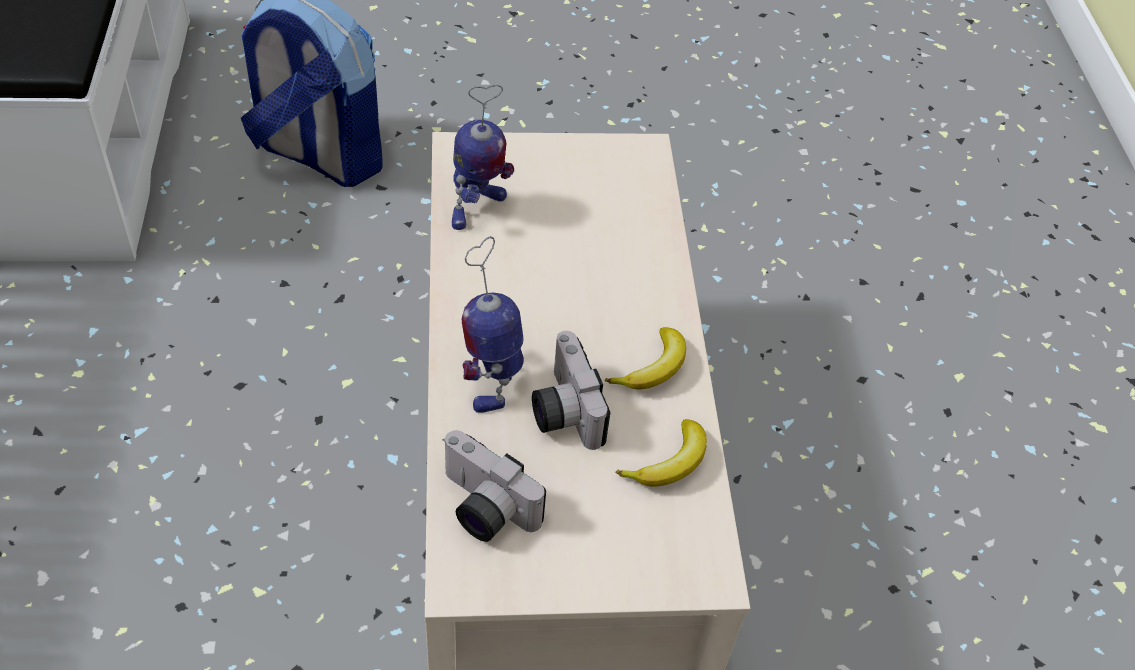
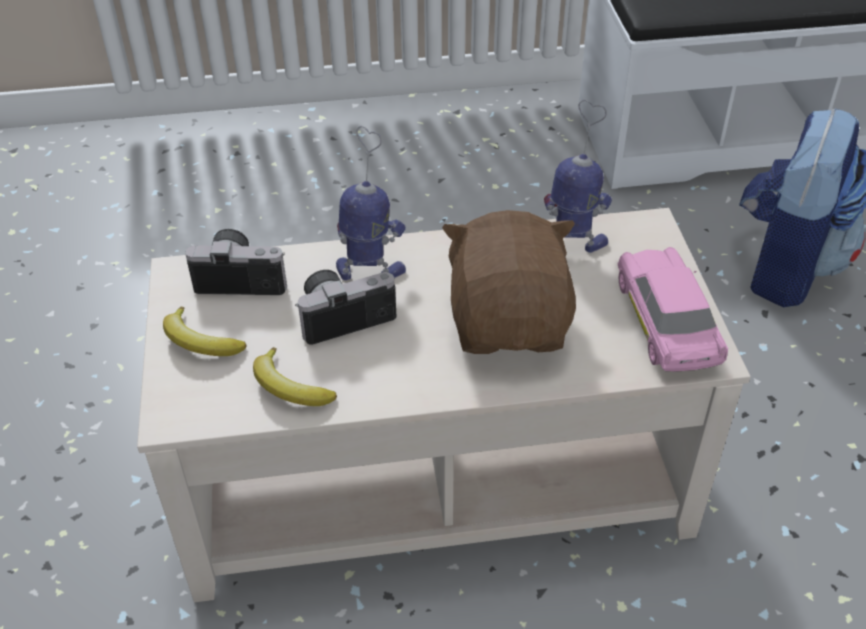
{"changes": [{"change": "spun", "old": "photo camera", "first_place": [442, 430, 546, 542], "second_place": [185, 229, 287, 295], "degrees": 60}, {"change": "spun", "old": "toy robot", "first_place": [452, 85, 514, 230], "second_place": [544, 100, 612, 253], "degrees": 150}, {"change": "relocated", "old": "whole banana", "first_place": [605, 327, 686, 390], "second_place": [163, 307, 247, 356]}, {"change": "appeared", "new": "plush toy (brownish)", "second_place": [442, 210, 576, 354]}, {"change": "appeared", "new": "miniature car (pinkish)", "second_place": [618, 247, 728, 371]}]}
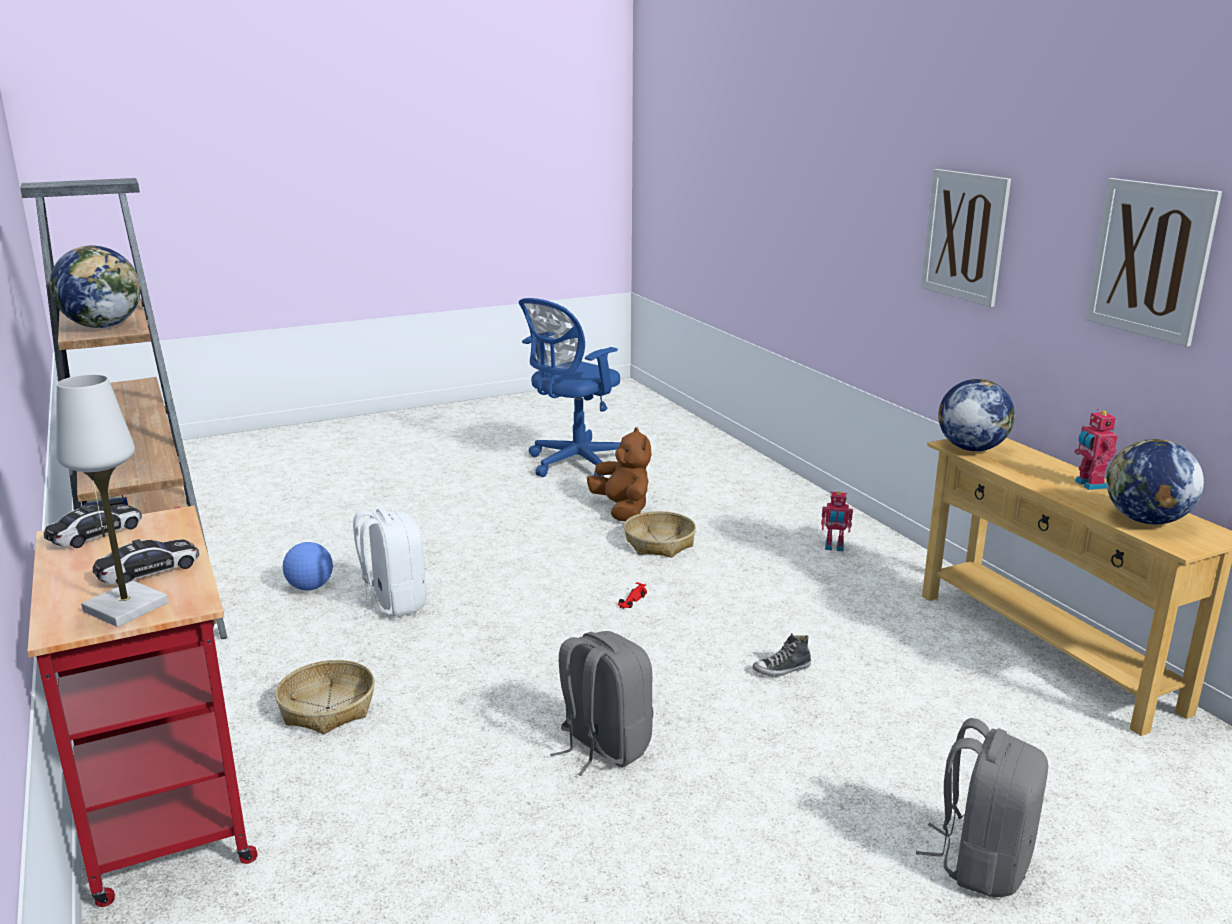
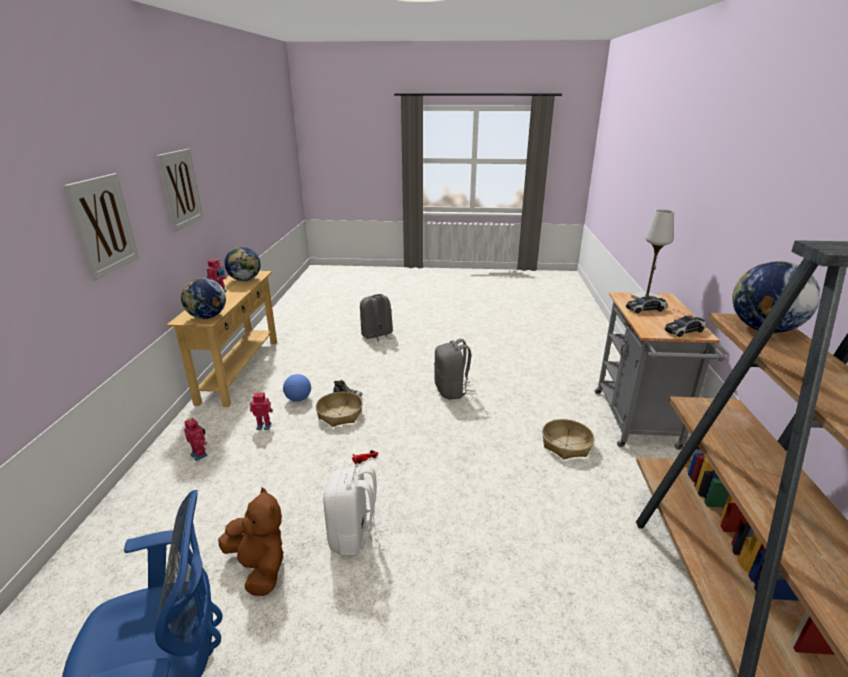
{"changes": [{"change": "colour", "old": "cart (red-coloured)", "new": "cart (grey)", "first_place": [27, 505, 258, 907], "second_place": [595, 292, 726, 450]}, {"change": "relocated", "old": "ball for football", "first_place": [282, 542, 333, 591], "second_place": [283, 374, 311, 402]}, {"change": "relocated", "old": "backpack (white-coloured)", "first_place": [349, 509, 426, 618], "second_place": [323, 466, 388, 556]}, {"change": "spun", "old": "plush toy (brownish)", "first_place": [587, 427, 651, 522], "second_place": [218, 487, 284, 596], "degrees": 135}, {"change": "relocated", "old": "storage basket", "first_place": [624, 511, 696, 558], "second_place": [316, 392, 363, 427]}, {"change": "appeared", "new": "toy robot", "second_place": [250, 392, 273, 430]}]}
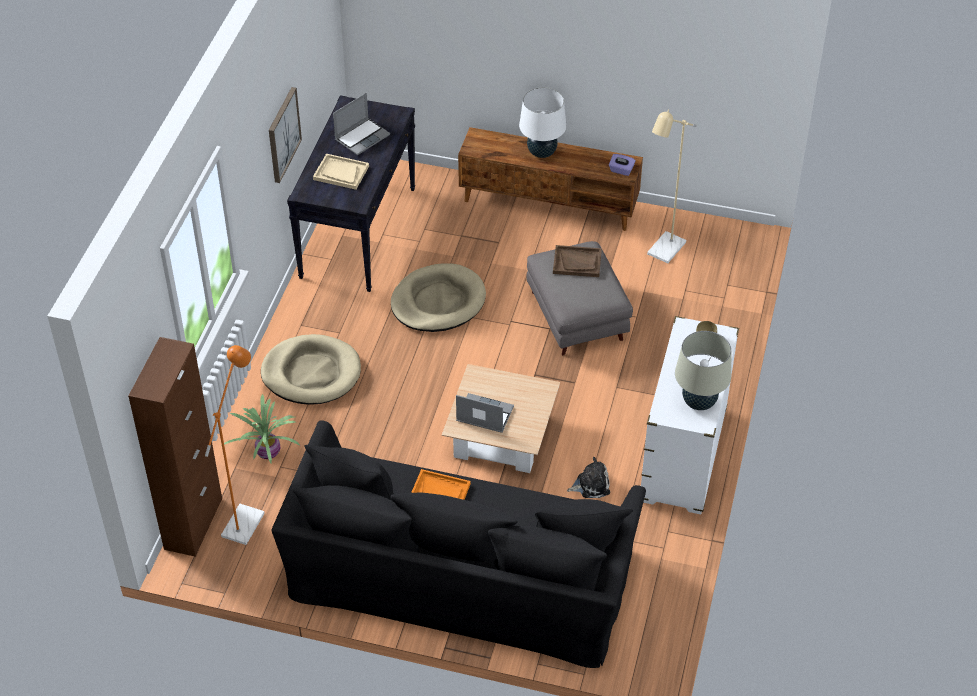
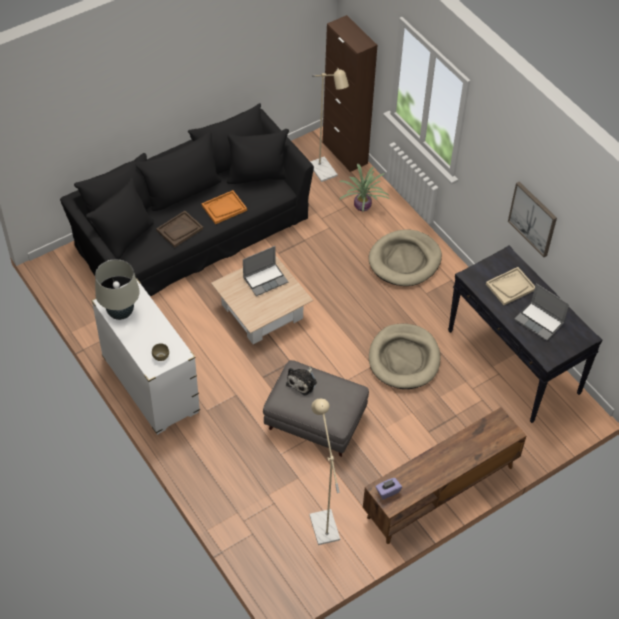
{"changes": [{"change": "colour", "old": "floor lamp (orangey)", "new": "floor lamp (sand-coloured)", "first_place": [205, 345, 265, 545], "second_place": [310, 68, 349, 182]}, {"change": "spun", "old": "laptop", "first_place": [333, 93, 390, 155], "second_place": [514, 283, 569, 341], "degrees": -45}, {"change": "missing", "old": "table lamp (white-coloured)", "first_place": [519, 88, 566, 158]}, {"change": "relocated", "old": "carrying tray (brownish)", "first_place": [553, 245, 602, 277], "second_place": [156, 211, 203, 247]}, {"change": "relocated", "old": "plush toy", "first_place": [567, 457, 610, 498], "second_place": [286, 367, 317, 395]}]}
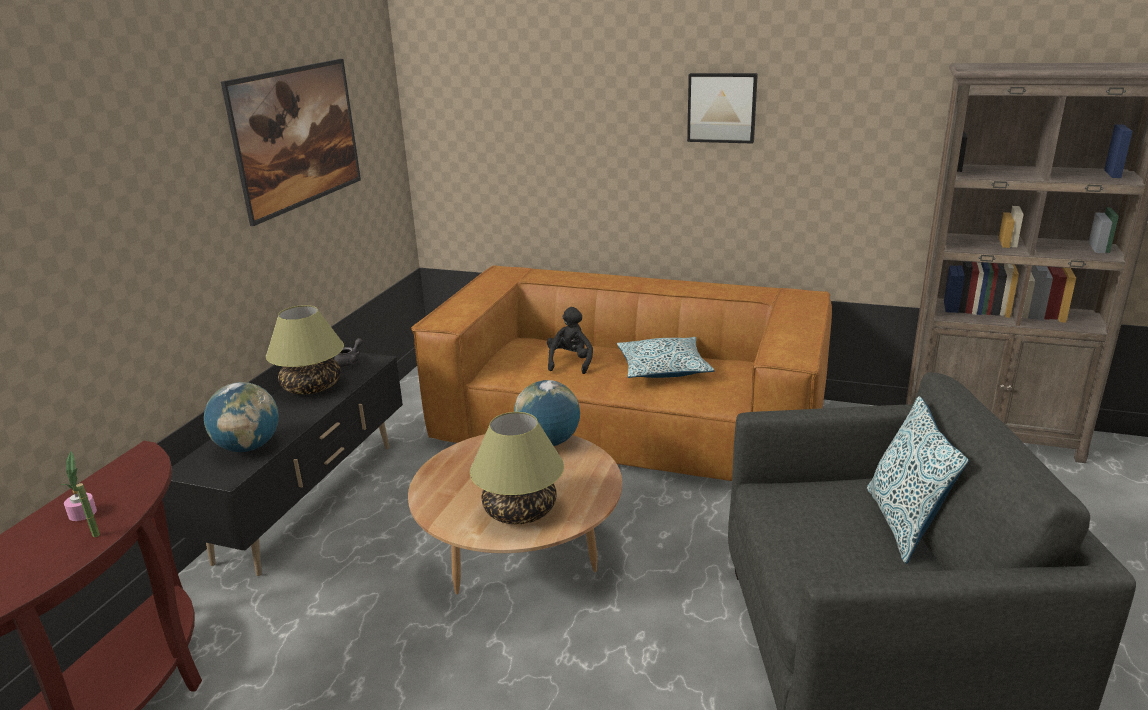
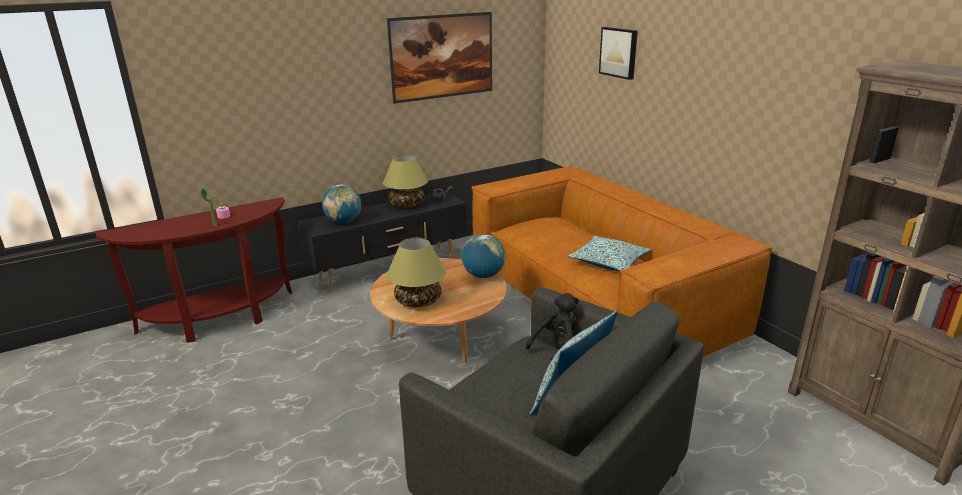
{"changes": [{"change": "relocated", "old": "plush toy (blackish)", "first_place": [547, 307, 593, 374], "second_place": [526, 293, 579, 362]}, {"change": "relocated", "old": "wall art", "first_place": [687, 73, 758, 144], "second_place": [599, 27, 638, 80]}]}
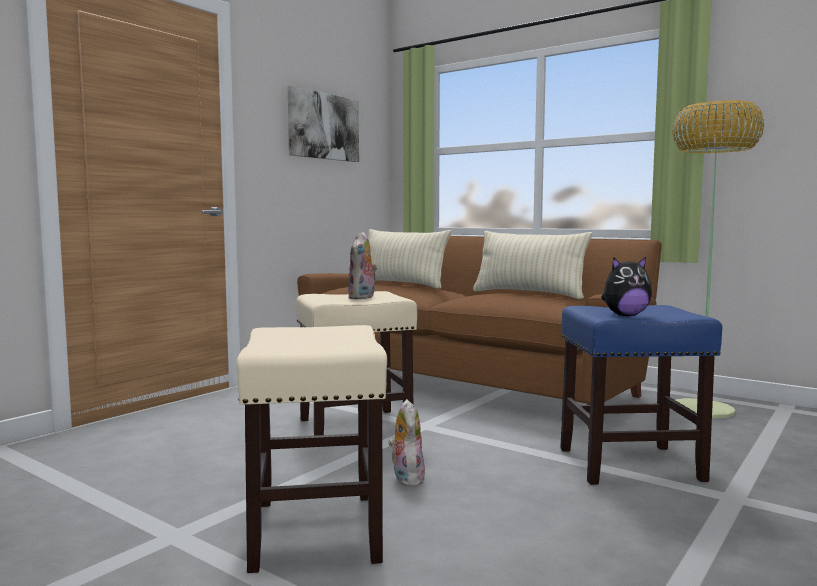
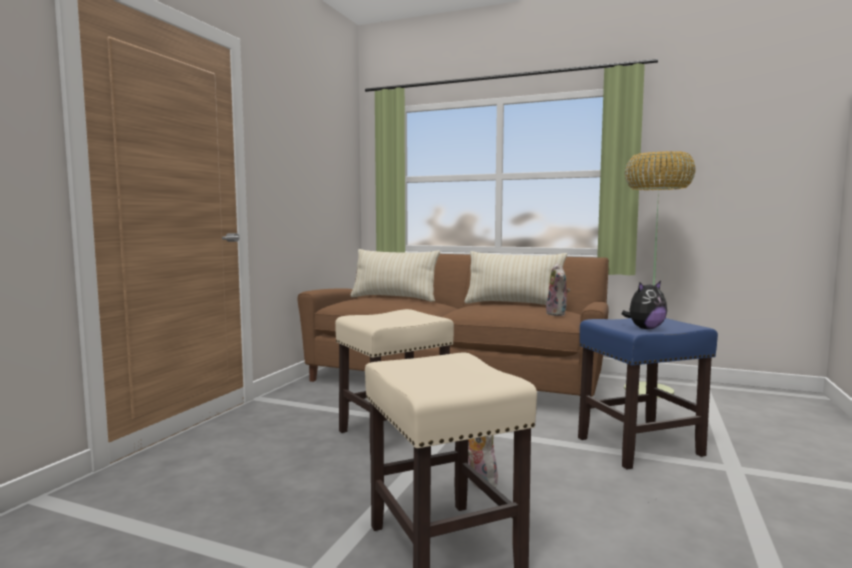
{"changes": [{"change": "missing", "old": "wall art", "first_place": [288, 86, 359, 162]}, {"change": "relocated", "old": "plush toy", "first_place": [348, 232, 377, 300], "second_place": [546, 263, 570, 316]}]}
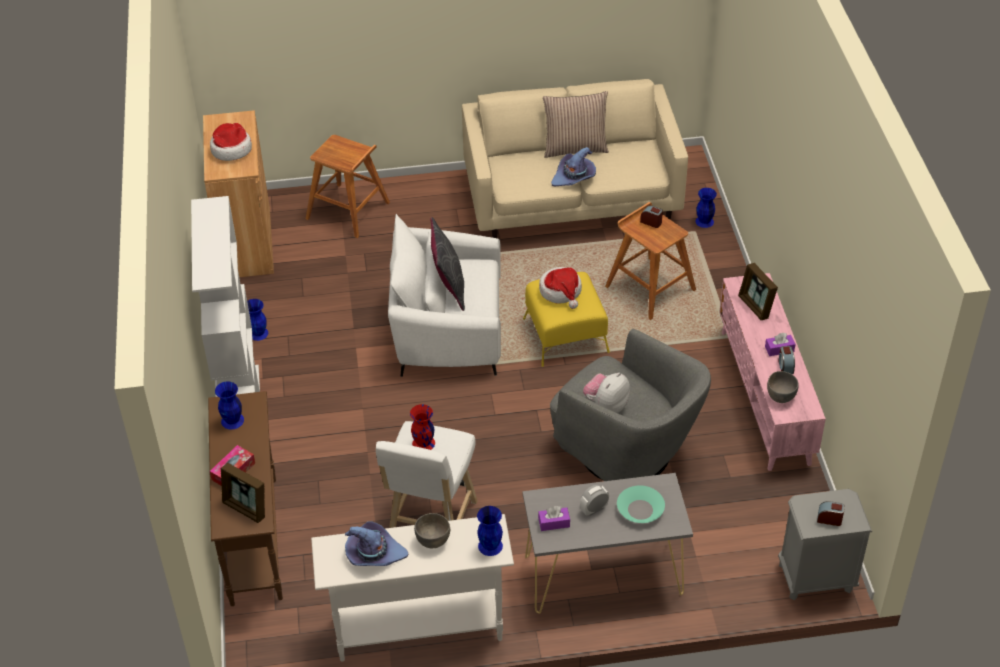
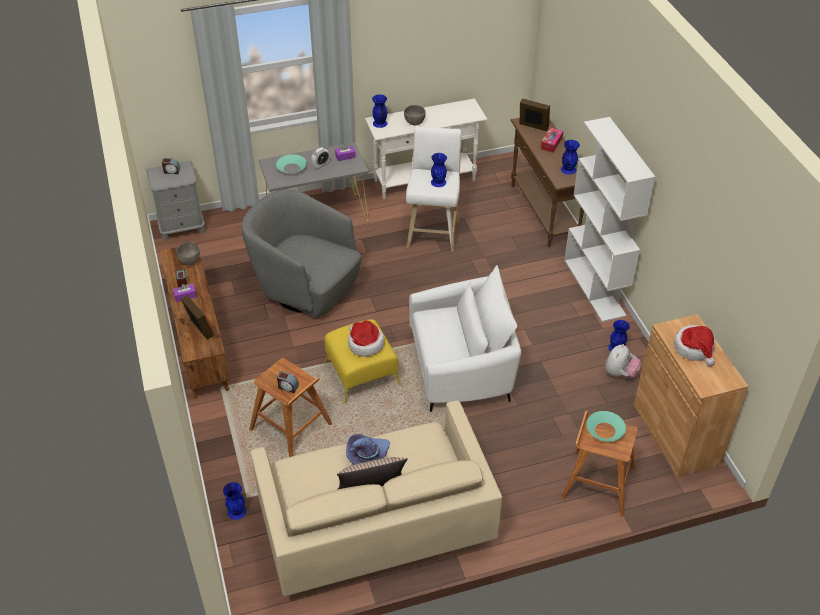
{"changes": [{"change": "missing", "old": "hat (purplish)", "first_place": [345, 522, 408, 566]}, {"change": "colour", "old": "flower vase (red-coloured)", "new": "flower vase (blue-coloured)", "first_place": [410, 404, 435, 450], "second_place": [431, 153, 447, 187]}, {"change": "missing", "old": "pillow (grey)", "first_place": [430, 217, 465, 311]}, {"change": "relocated", "old": "plush toy", "first_place": [583, 372, 630, 413], "second_place": [605, 344, 641, 378]}, {"change": "colour", "old": "media console (pinkish)", "new": "media console (brownish)", "first_place": [719, 273, 826, 471], "second_place": [160, 243, 230, 399]}, {"change": "appeared", "new": "deep dish (blue-green)", "second_place": [586, 411, 626, 442]}]}
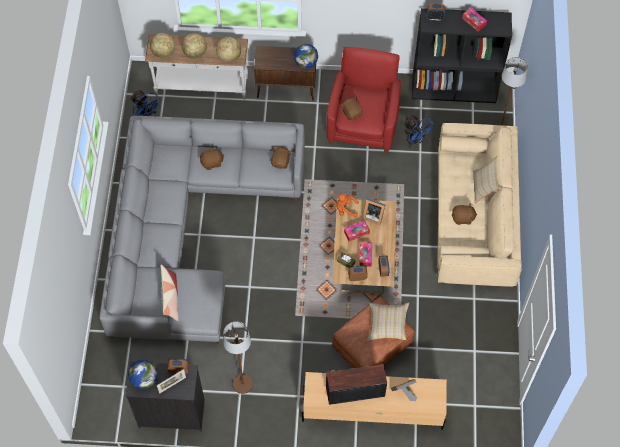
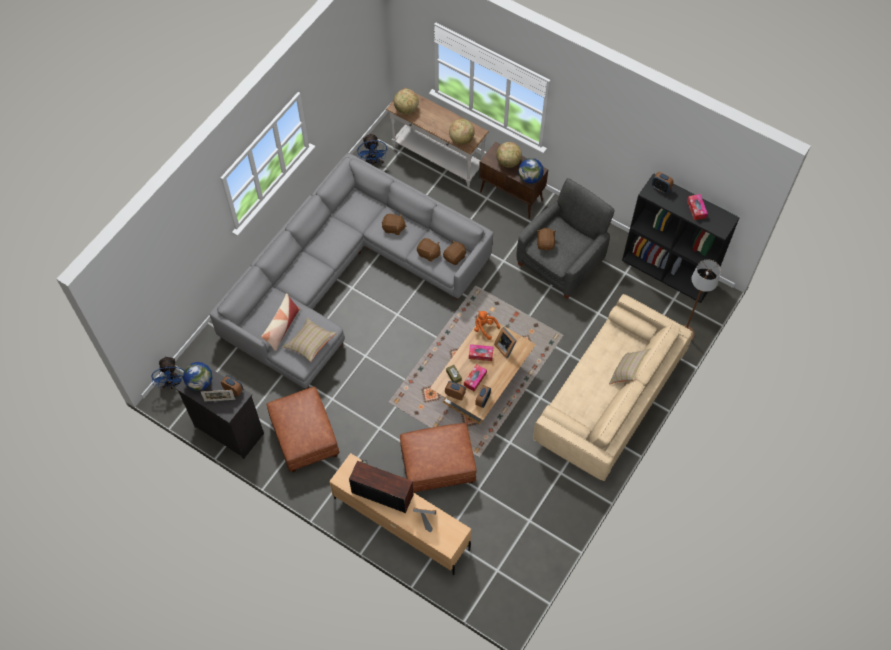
{"changes": [{"change": "relocated", "old": "world globe", "first_place": [182, 33, 207, 59], "second_place": [496, 142, 522, 168]}, {"change": "exchanged", "old": "floor lamp (brownish)", "new": "ottoman (brownish)", "first_place": [223, 322, 253, 394], "second_place": [267, 387, 340, 472]}, {"change": "colour", "old": "easy chair (red-coloured)", "new": "easy chair (grey)", "first_place": [326, 47, 401, 153], "second_place": [516, 178, 615, 299]}, {"change": "relocated", "old": "pillow (sand-coloured)", "first_place": [367, 302, 409, 341], "second_place": [283, 318, 336, 362]}, {"change": "relocated", "old": "cooling fan (blue-coloured)", "first_place": [403, 115, 435, 149], "second_place": [152, 356, 184, 389]}, {"change": "relocated", "old": "plush toy (brownish)", "first_place": [452, 203, 478, 225], "second_place": [417, 238, 441, 262]}]}
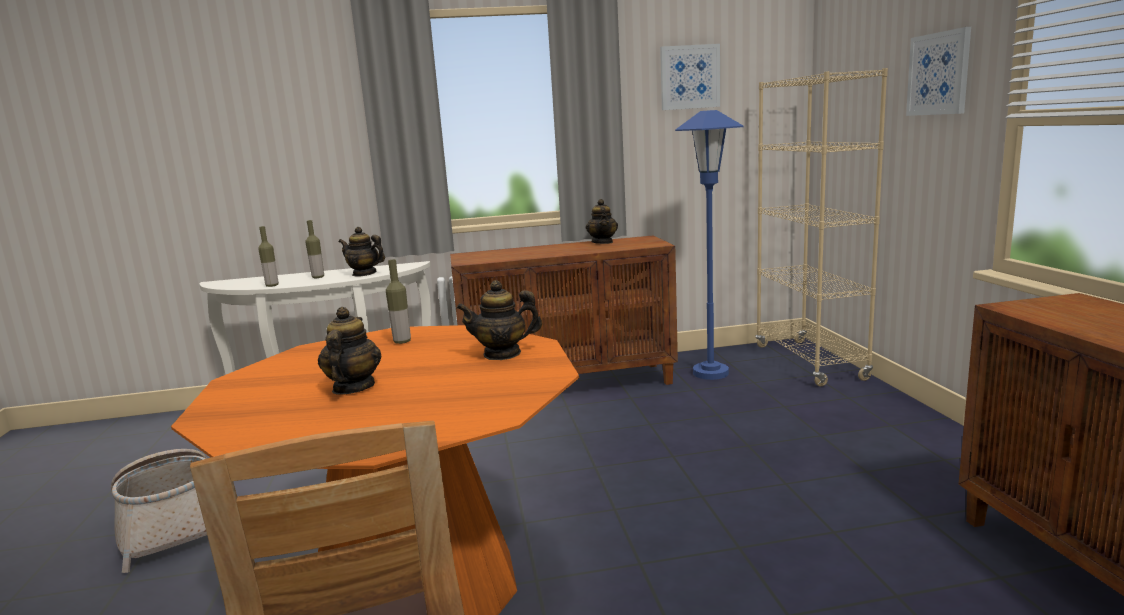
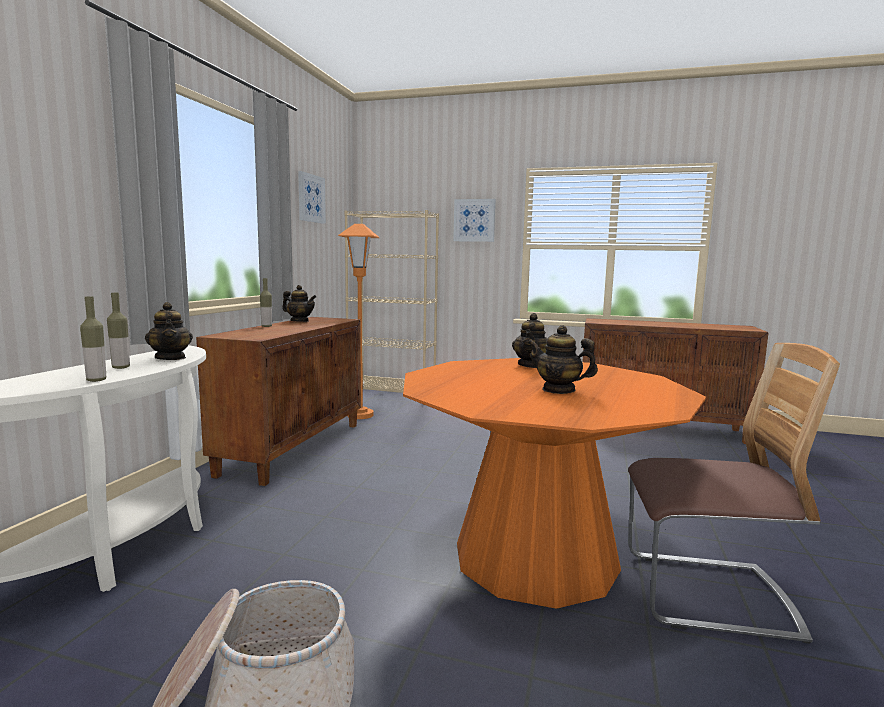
{"changes": [{"change": "spun", "old": "teapot", "first_place": [339, 227, 385, 276], "second_place": [145, 302, 193, 360], "degrees": -75}, {"change": "relocated", "old": "drink bottle", "first_place": [386, 259, 411, 344], "second_place": [260, 278, 272, 327]}, {"change": "colour", "old": "floor lamp (blue-coloured)", "new": "floor lamp (orangey)", "first_place": [675, 110, 743, 380], "second_place": [338, 224, 379, 419]}]}
